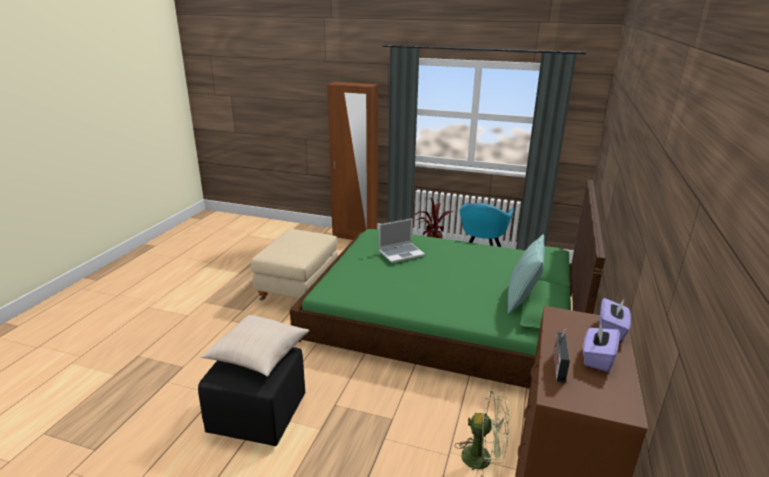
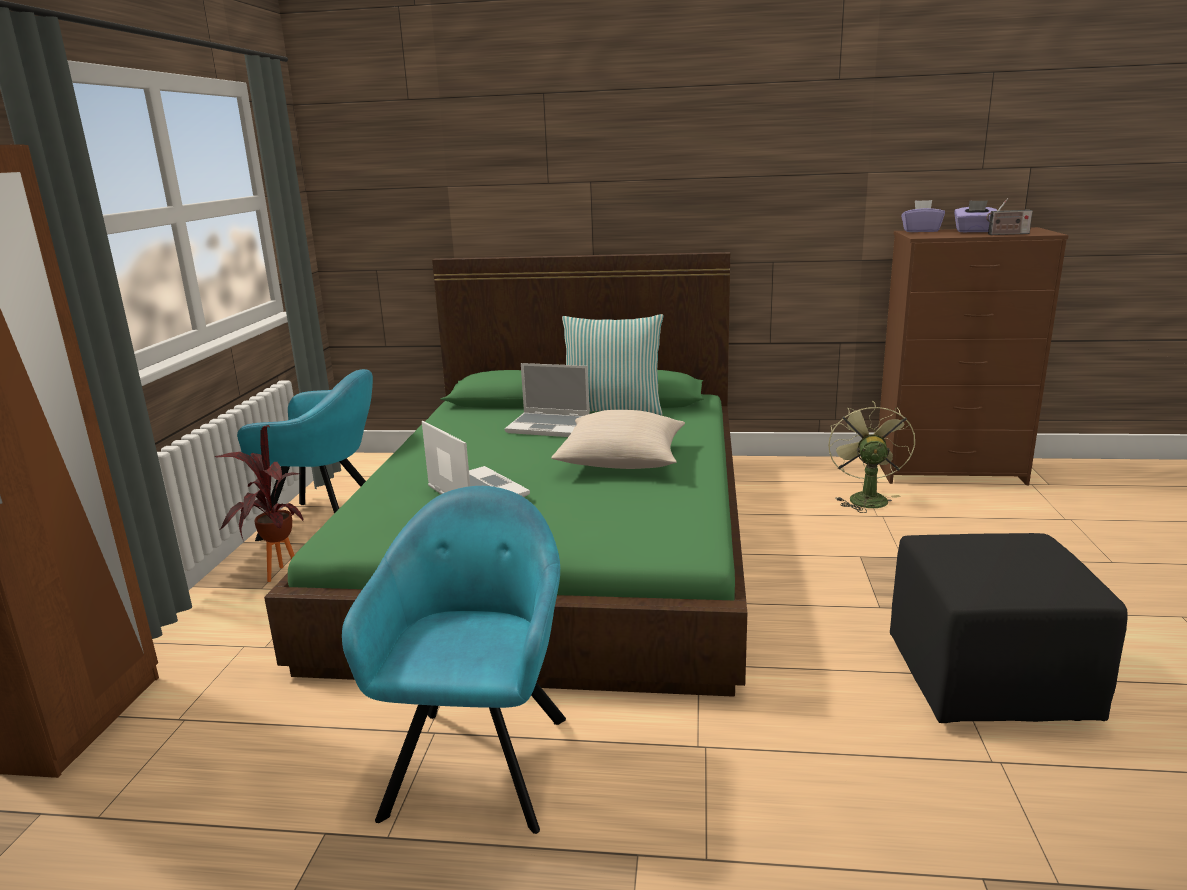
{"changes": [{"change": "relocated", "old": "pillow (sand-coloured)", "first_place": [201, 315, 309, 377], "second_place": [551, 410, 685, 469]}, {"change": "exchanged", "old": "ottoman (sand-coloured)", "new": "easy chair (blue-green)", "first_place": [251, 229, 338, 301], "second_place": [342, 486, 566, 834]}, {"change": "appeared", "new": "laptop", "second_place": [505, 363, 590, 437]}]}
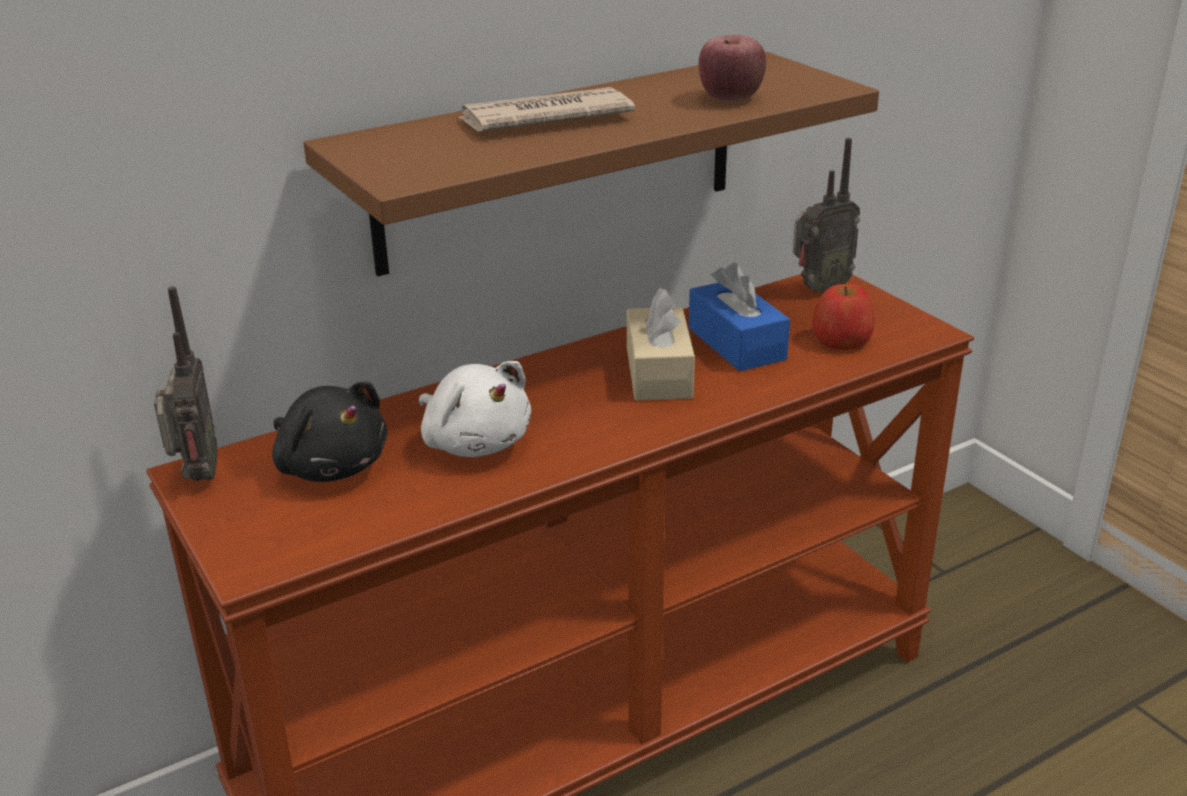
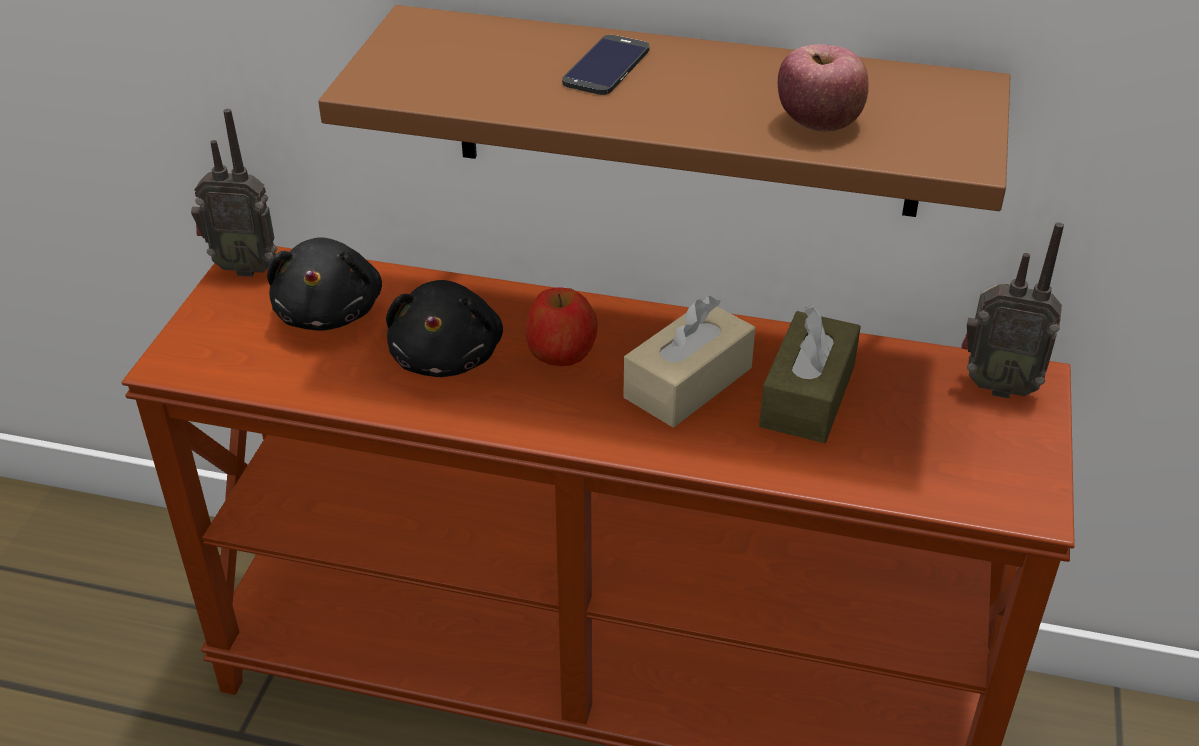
{"changes": [{"change": "spun", "old": "radio", "first_place": [154, 286, 218, 481], "second_place": [191, 109, 278, 277], "degrees": 60}, {"change": "colour", "old": "plush toy (white-coloured)", "new": "plush toy (blackish)", "first_place": [419, 361, 531, 457], "second_place": [386, 280, 503, 377]}, {"change": "exchanged", "old": "newspaper", "new": "phone", "first_place": [456, 87, 635, 131], "second_place": [562, 35, 650, 95]}, {"change": "colour", "old": "tissue holder (blue-coloured)", "new": "tissue holder (brownish)", "first_place": [689, 263, 790, 371], "second_place": [759, 305, 861, 443]}, {"change": "relocated", "old": "apple", "first_place": [812, 284, 874, 350], "second_place": [526, 288, 598, 366]}]}
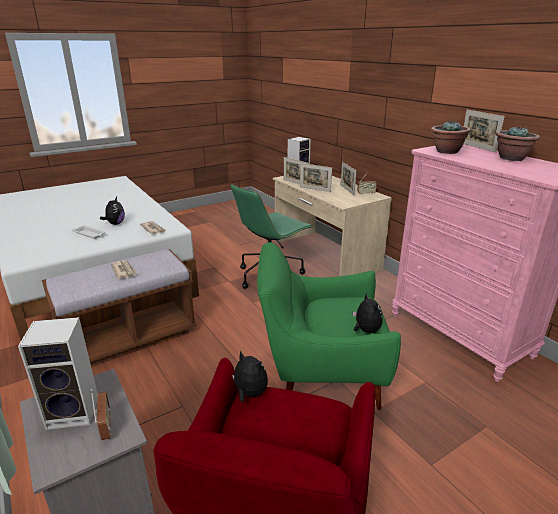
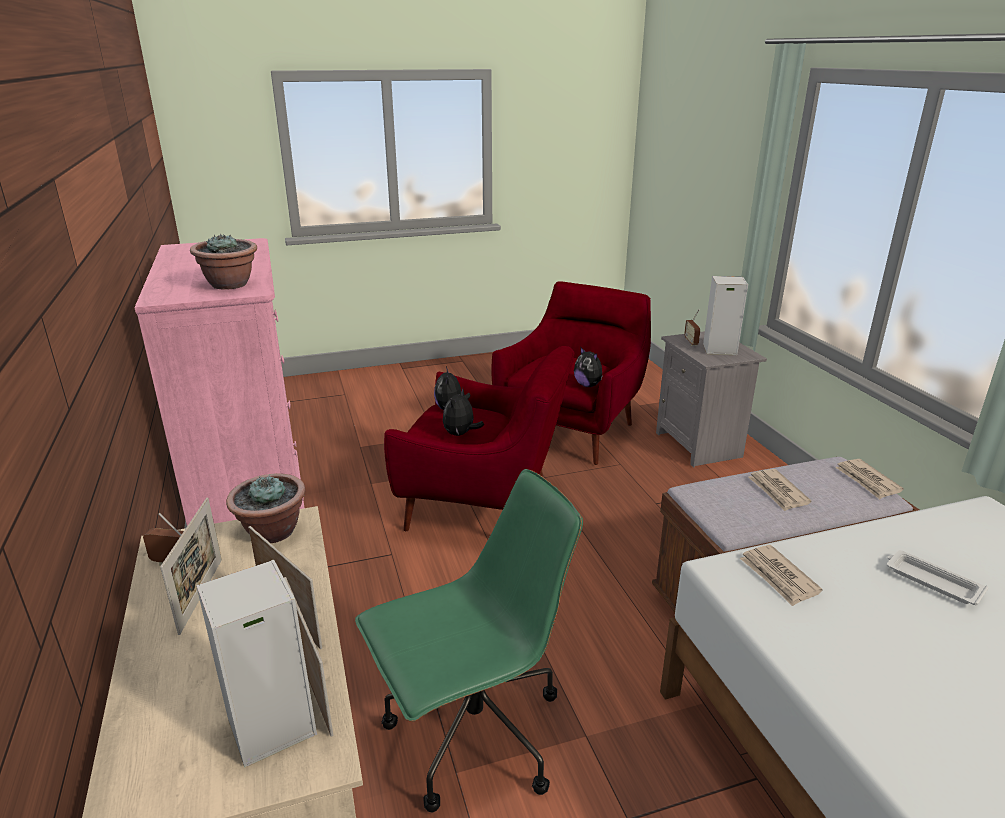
{"changes": [{"change": "relocated", "old": "plush toy", "first_place": [100, 197, 125, 225], "second_place": [443, 388, 484, 436]}, {"change": "colour", "old": "easy chair (green-coloured)", "new": "easy chair (red-coloured)", "first_place": [257, 242, 401, 410], "second_place": [384, 346, 574, 531]}, {"change": "missing", "old": "photo frame", "first_place": [464, 110, 505, 153]}, {"change": "relocated", "old": "houseplant", "first_place": [496, 126, 540, 161], "second_place": [226, 473, 305, 543]}, {"change": "appeared", "new": "newspaper", "second_place": [835, 459, 904, 499]}]}
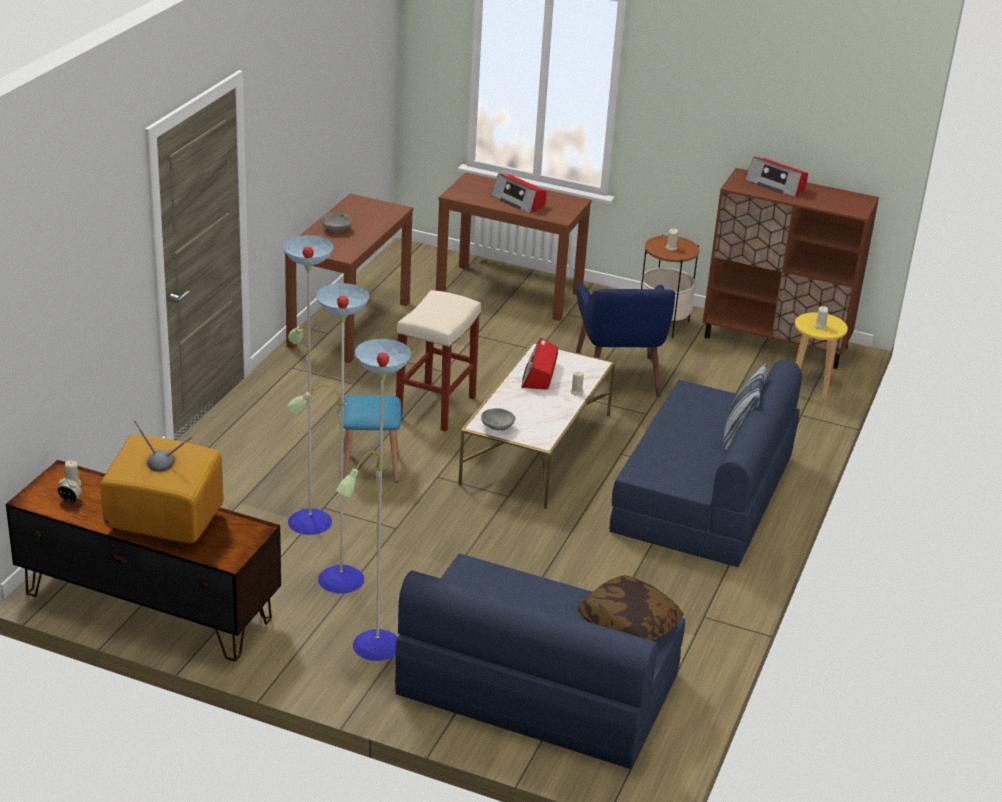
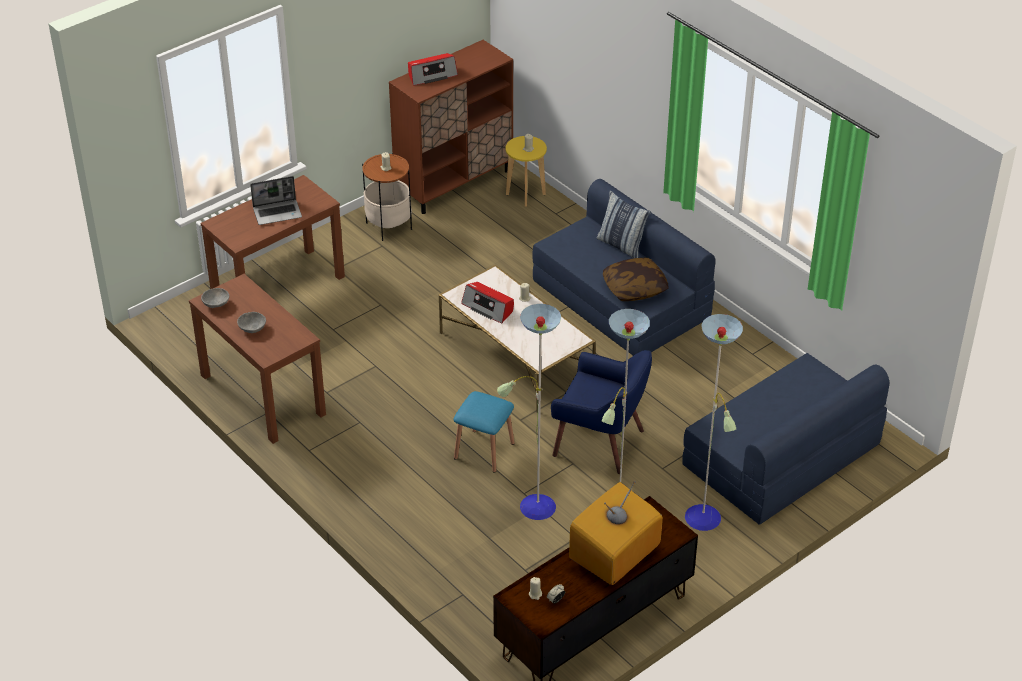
{"changes": [{"change": "missing", "old": "stool seat (sand-coloured)", "first_place": [396, 290, 481, 432]}, {"change": "relocated", "old": "deep dish (grey)", "first_place": [481, 408, 516, 431], "second_place": [201, 288, 229, 308]}, {"change": "exchanged", "old": "radio", "new": "laptop", "first_place": [491, 173, 546, 213], "second_place": [250, 176, 302, 225]}, {"change": "relocated", "old": "easy chair (blue-coloured)", "first_place": [576, 284, 675, 397], "second_place": [551, 350, 652, 474]}, {"change": "relocated", "old": "pillow", "first_place": [577, 575, 683, 641], "second_place": [603, 258, 669, 301]}]}
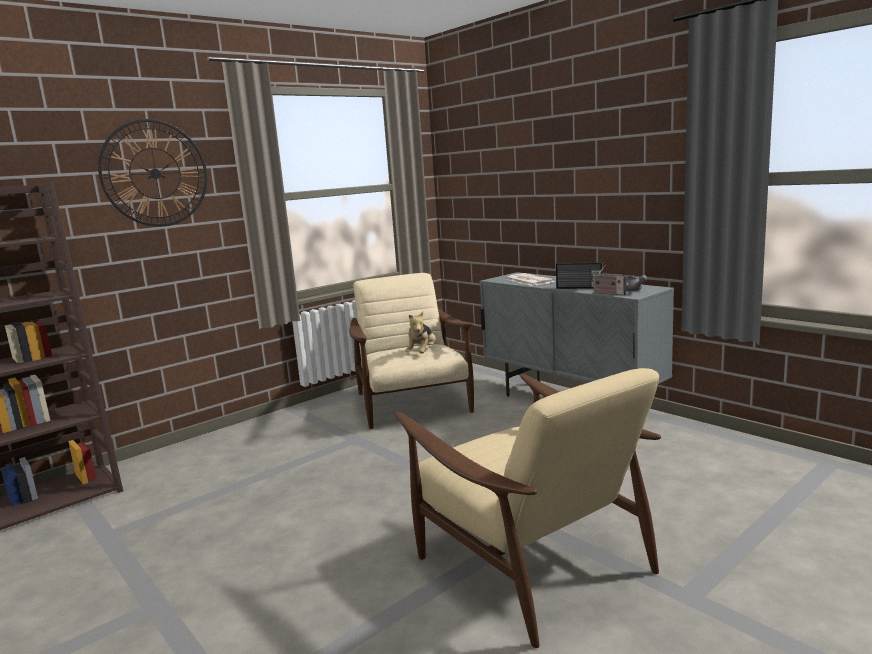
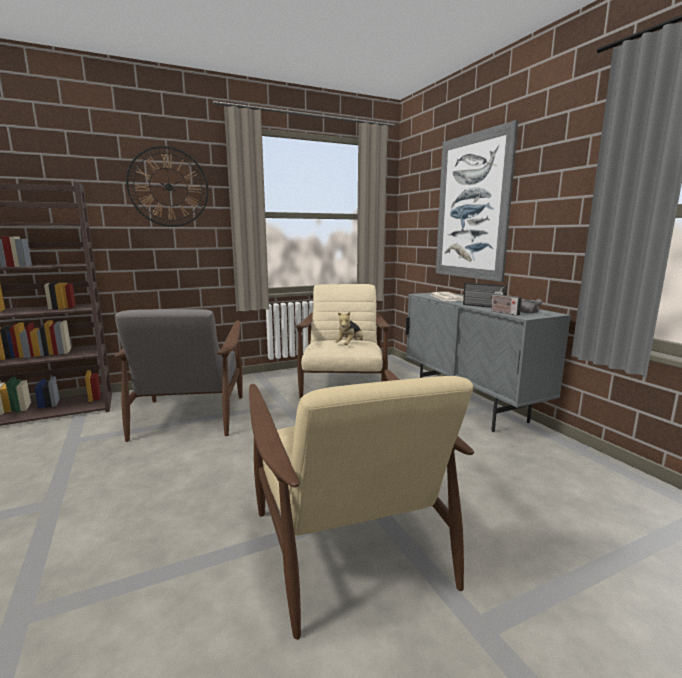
{"changes": [{"change": "appeared", "new": "easy chair (grey)", "second_place": [114, 309, 243, 442]}, {"change": "appeared", "new": "wall art", "second_place": [436, 120, 518, 282]}]}
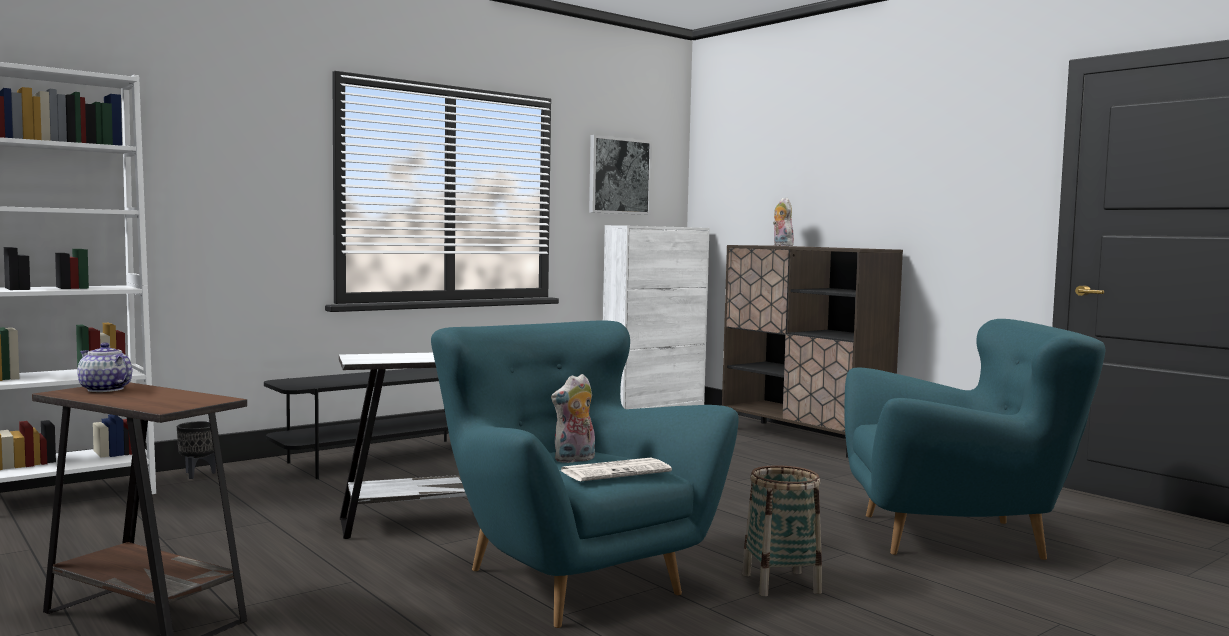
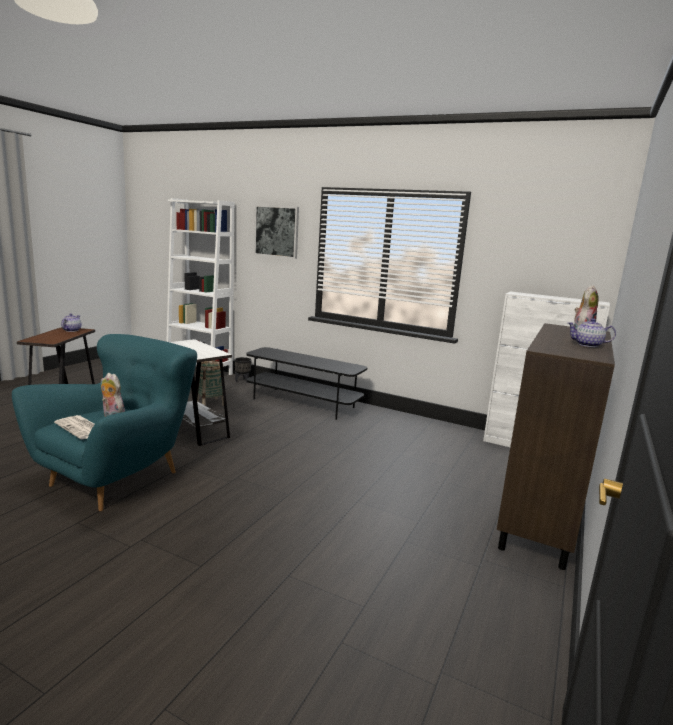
{"changes": [{"change": "relocated", "old": "wall art", "first_place": [589, 135, 652, 215], "second_place": [254, 205, 299, 259]}, {"change": "relocated", "old": "storage basket", "first_place": [742, 465, 822, 596], "second_place": [197, 360, 224, 406]}, {"change": "missing", "old": "easy chair (blue-green)", "first_place": [844, 319, 1105, 560]}, {"change": "appeared", "new": "teapot", "second_place": [568, 318, 616, 347]}]}
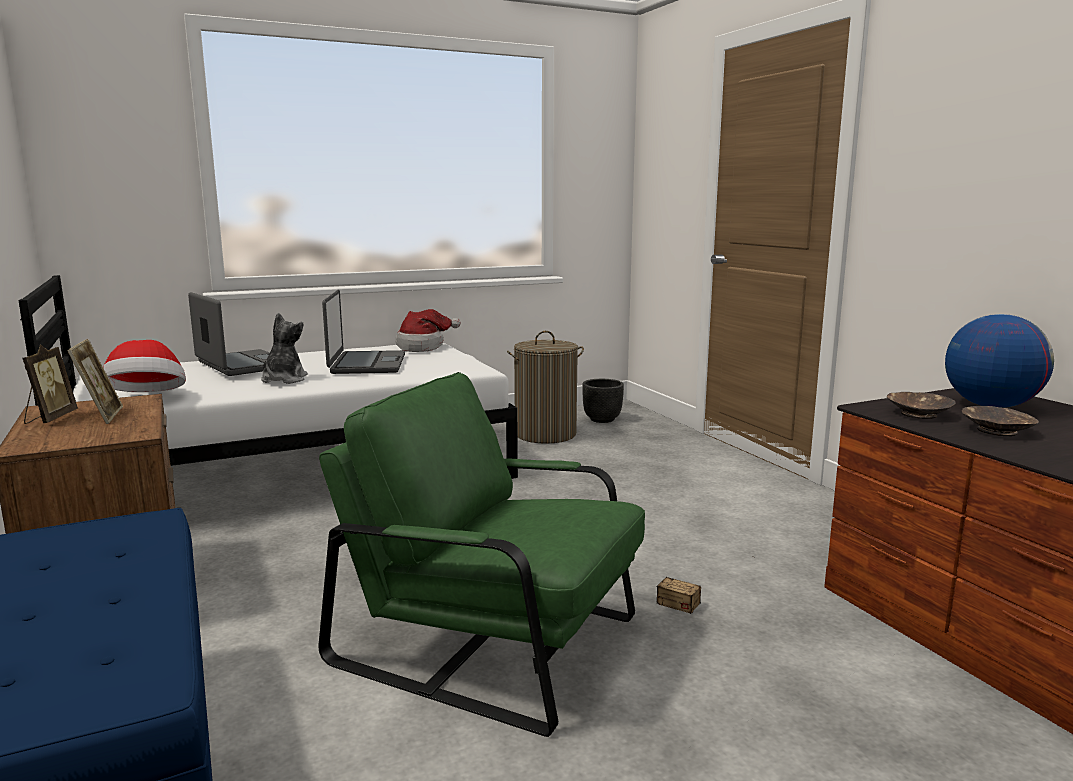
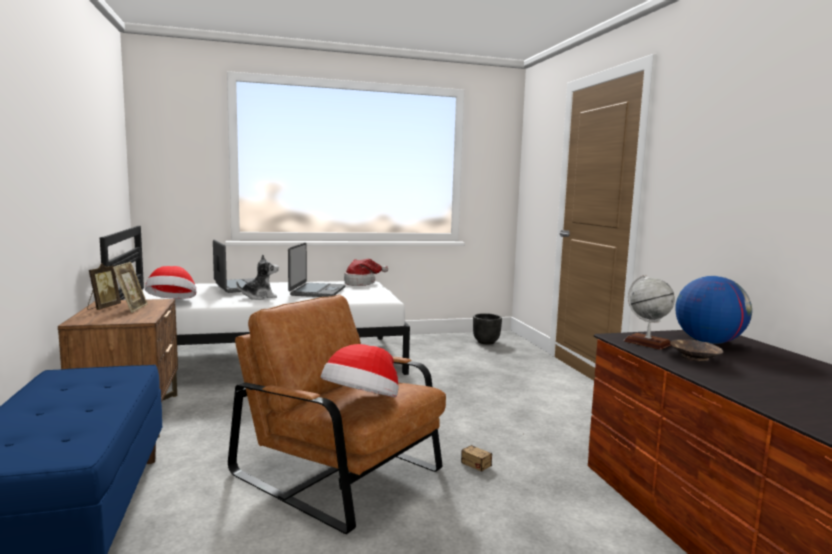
{"changes": [{"change": "spun", "old": "plush toy", "first_place": [261, 313, 308, 384], "second_place": [236, 255, 279, 300], "degrees": 45}, {"change": "colour", "old": "easy chair (green-coloured)", "new": "easy chair (brownish)", "first_place": [318, 372, 645, 737], "second_place": [228, 294, 446, 534]}, {"change": "missing", "old": "laundry basket", "first_place": [507, 331, 584, 444]}, {"change": "exchanged", "old": "deep dish (brownish)", "new": "world globe", "first_place": [887, 392, 956, 419], "second_place": [624, 275, 675, 350]}, {"change": "appeared", "new": "hat", "second_place": [321, 344, 399, 397]}]}
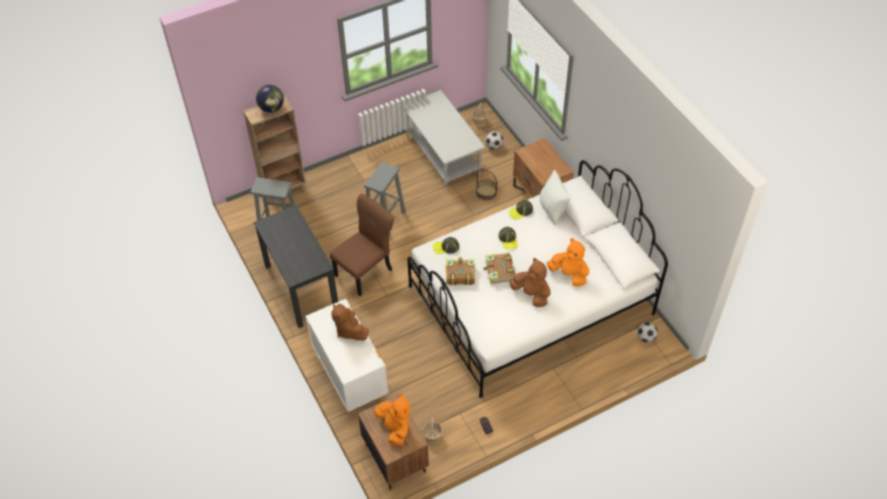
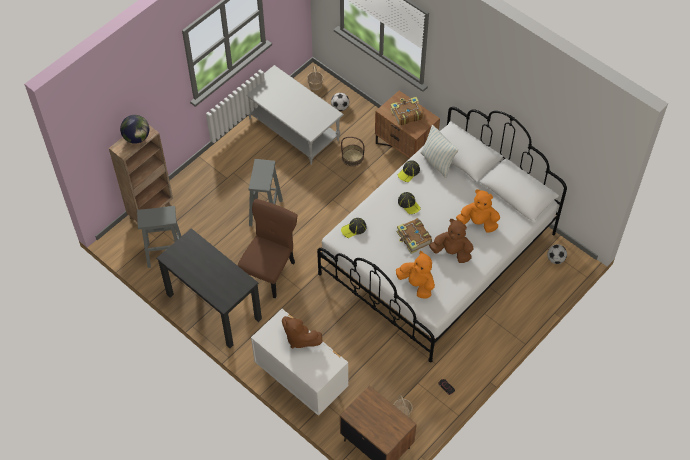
{"changes": [{"change": "relocated", "old": "plush toy (orangey)", "first_place": [375, 394, 410, 446], "second_place": [396, 251, 435, 298]}, {"change": "relocated", "old": "bound book", "first_place": [445, 257, 476, 285], "second_place": [390, 97, 424, 125]}]}
